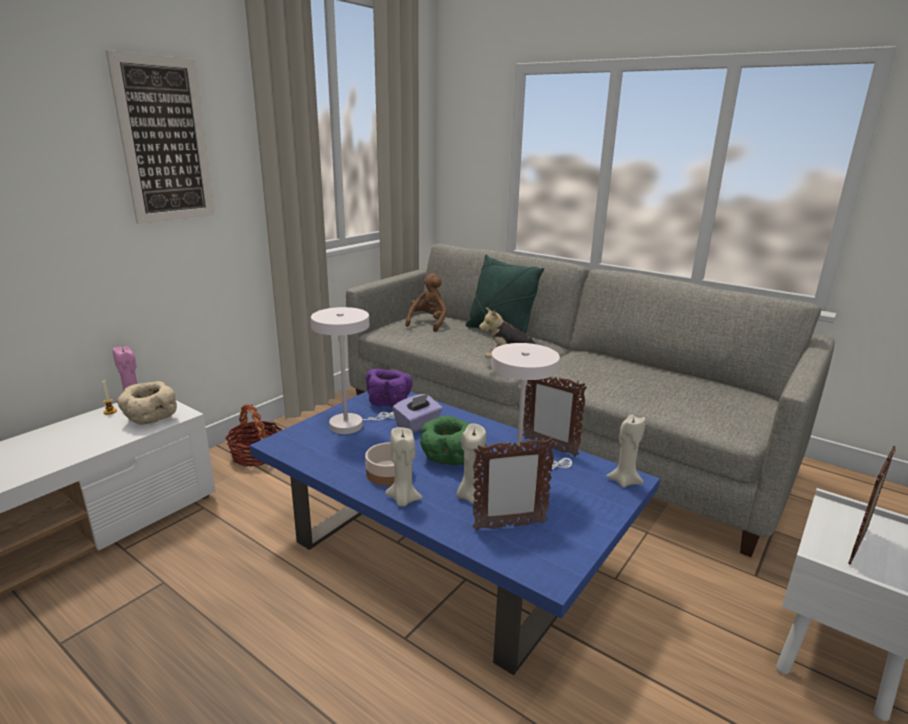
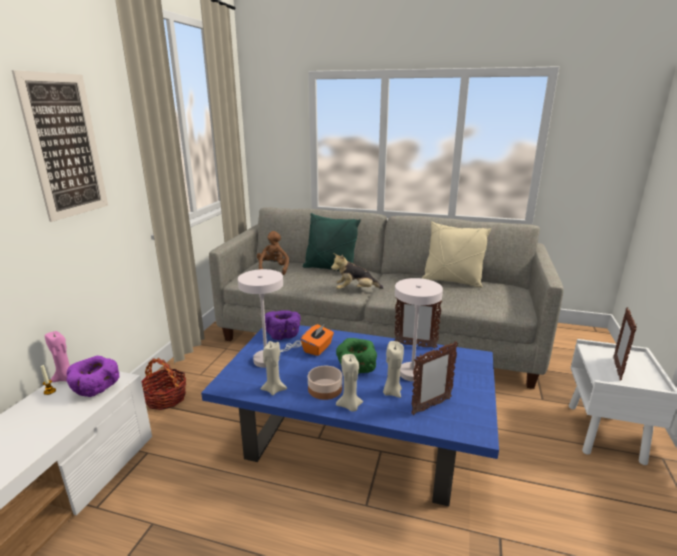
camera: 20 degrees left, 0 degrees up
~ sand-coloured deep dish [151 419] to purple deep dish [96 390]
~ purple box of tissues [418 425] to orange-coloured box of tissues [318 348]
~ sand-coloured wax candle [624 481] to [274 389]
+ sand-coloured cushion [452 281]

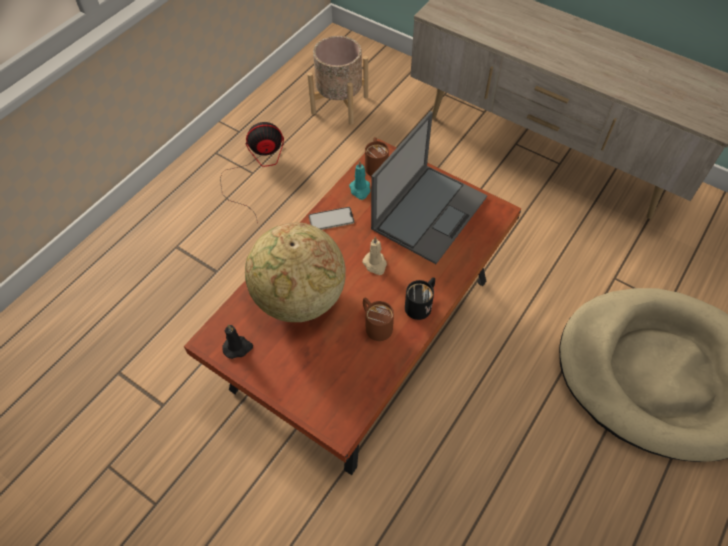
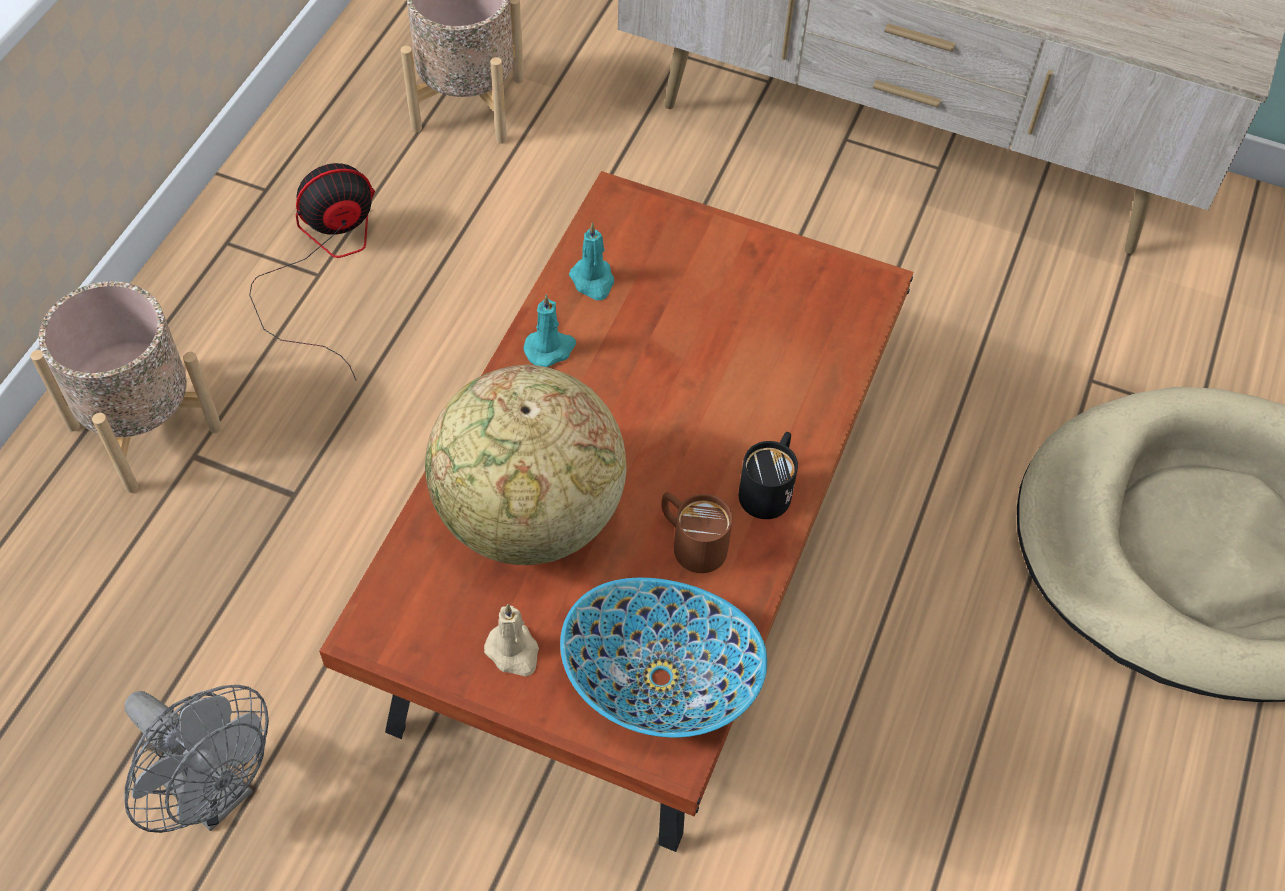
camera: 15 degrees left, 0 degrees up
- blackish wax candle [238 347]
~ handset [331 219] to turquoise wax candle [550 348]
~ sand-coloured wax candle [375 264] to [514 652]
- brownish mug [376 164]
- portable computer [429 212]
+ sand-coloured plant pot [143 428]
+ greyish fan [214 793]
+ deep dish [661 680]

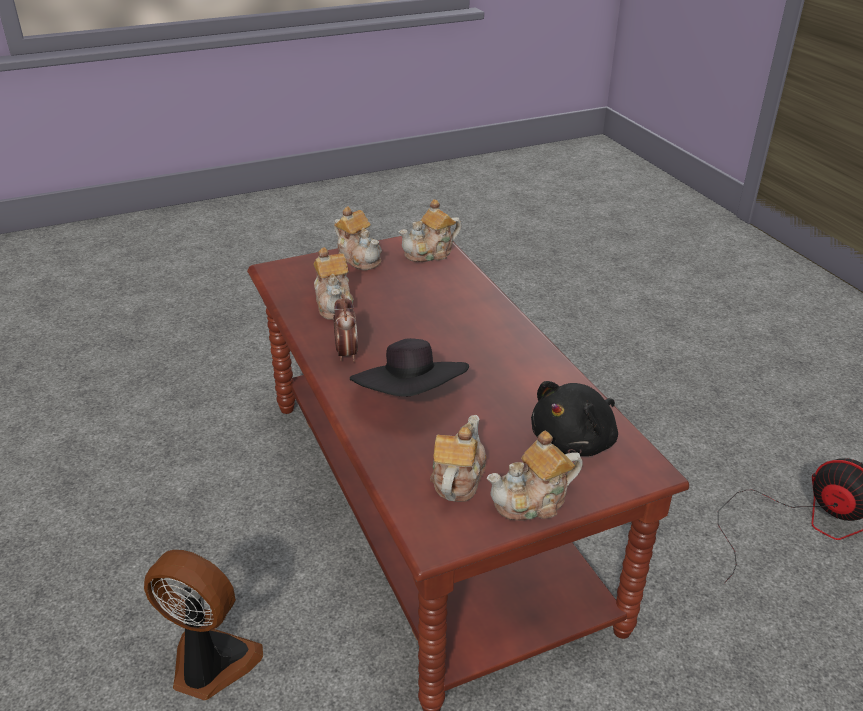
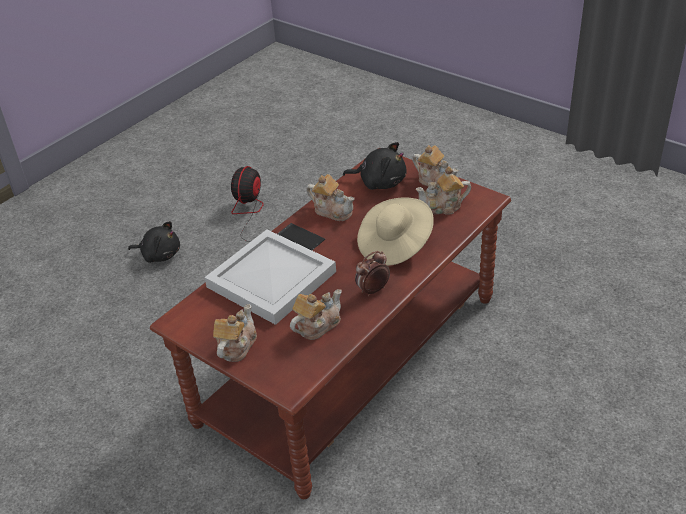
camera: 115 degrees left, 5 degrees up
- fan [210 665]
~ blackish hat [411 399] to sand-coloured hat [395 245]
~ pot for tea [430 253] to [332 210]
+ blackish soft toy [159 254]
+ white tray [271 278]
+ handset [301 237]

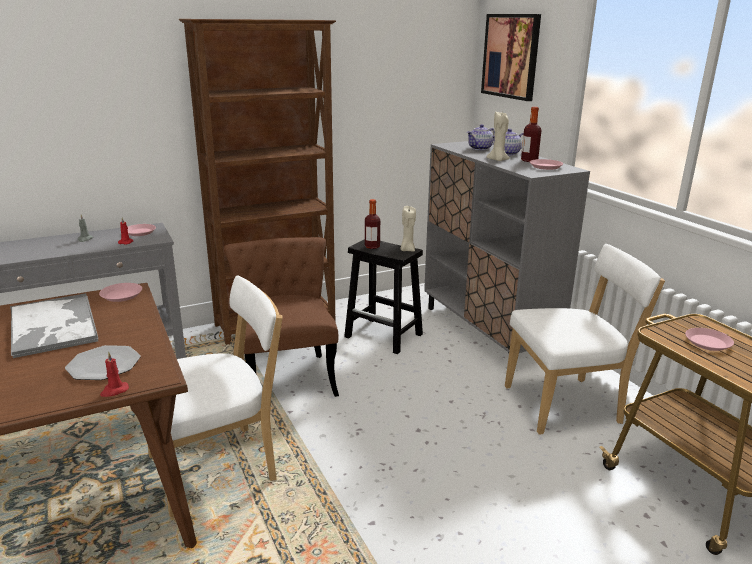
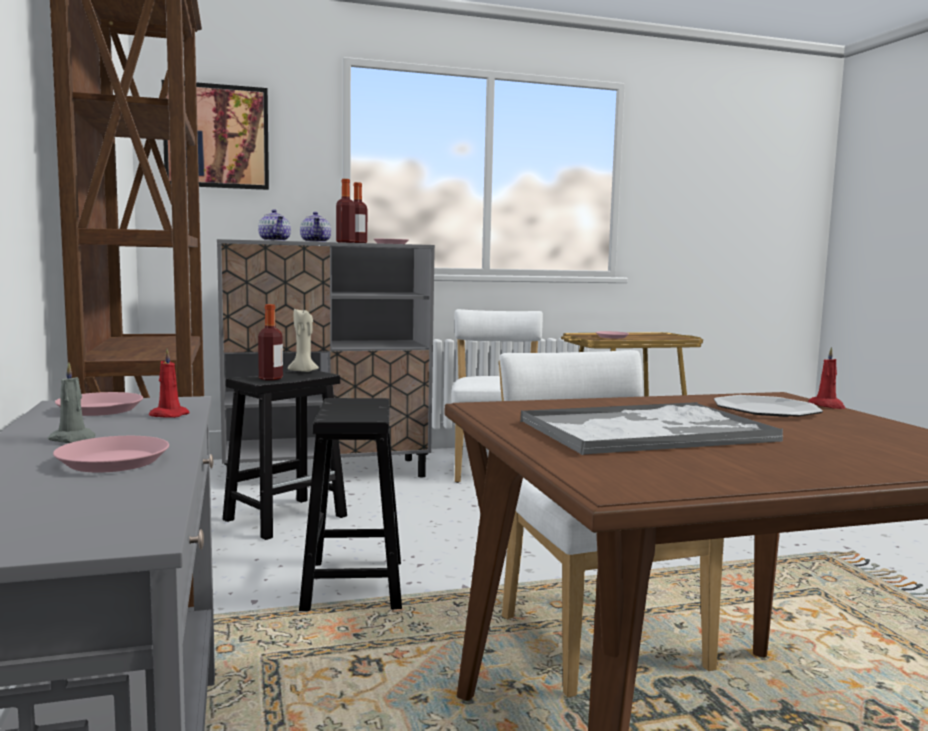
camera: 80 degrees left, 15 degrees down
~ pinkish dinner plate [122 295] to [112 461]
~ brownish plain chair [287 374] to blackish stool seat [353 583]
~ sand-coloured wax candle [498 160] to bottle [345 242]

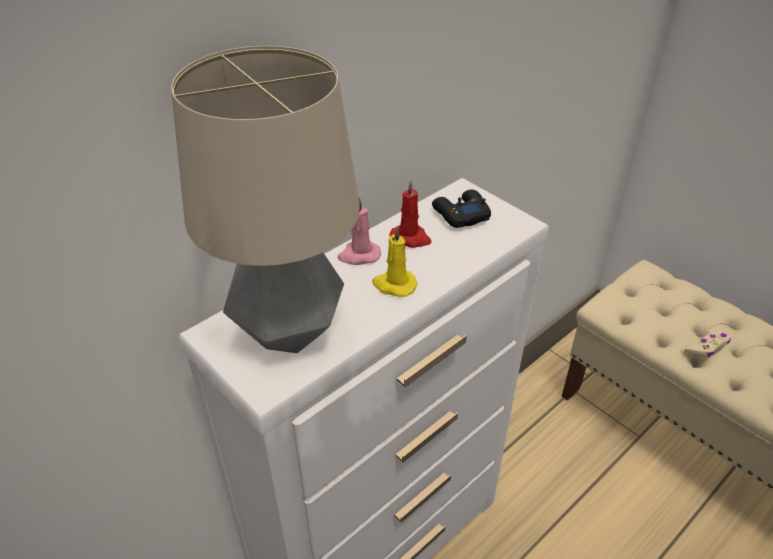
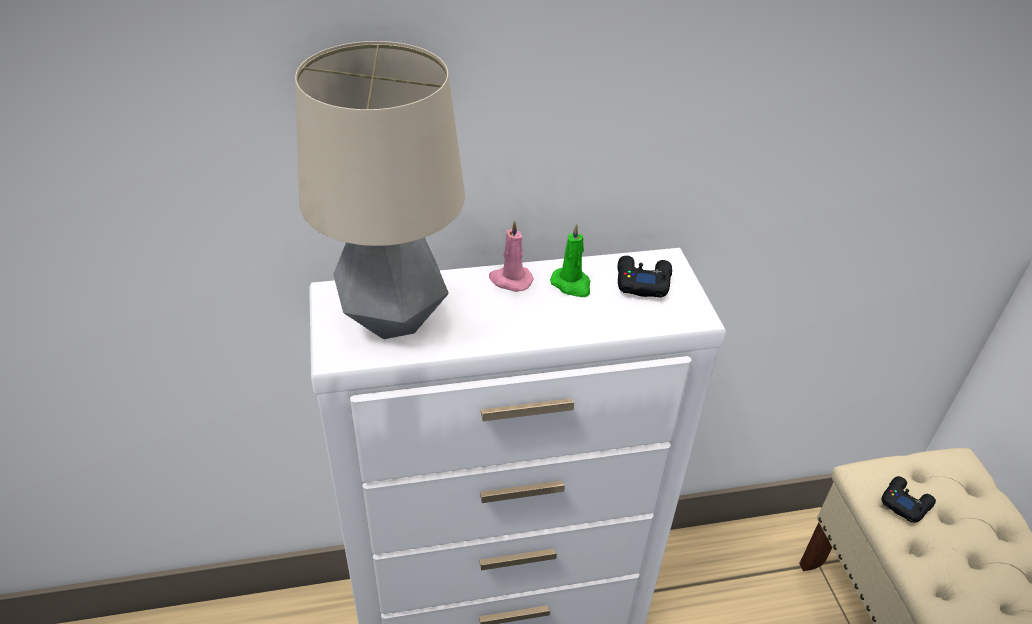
camera: 30 degrees right, 0 degrees up
- yellow wax candle [394 285]
~ red-coloured wax candle [411 238] to green-coloured wax candle [572 284]
- sand-coloured joypad [707 347]
+ blackish joypad [905 502]

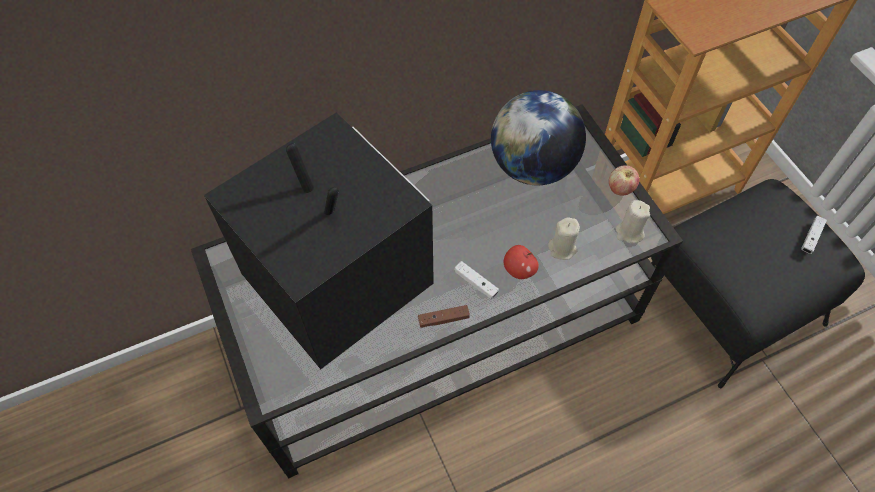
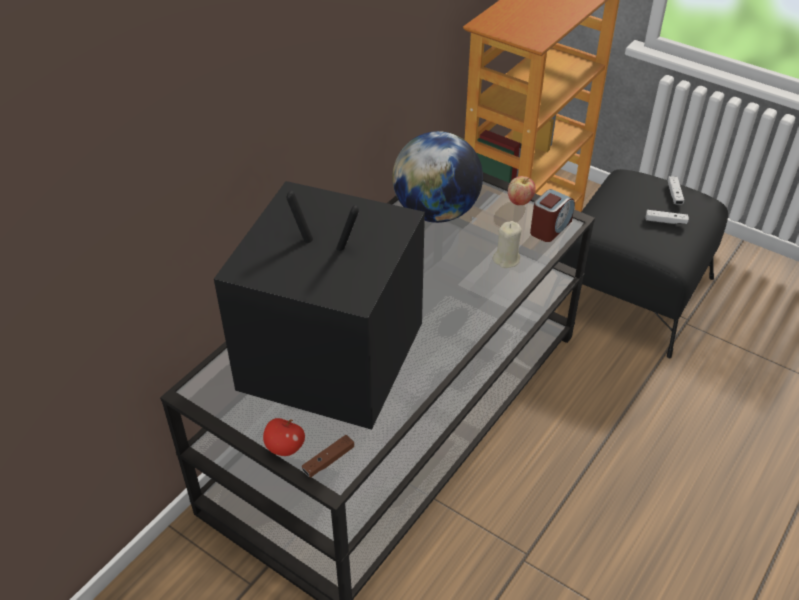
camera: 30 degrees left, 15 degrees down
~ brownish joypad [443 319] to [328 460]
~ white joypad [476 283] to [665 221]
~ apple fruit [519 270] to [285 448]
~ sand-coloured wax candle [629 232] to table clock [550 228]

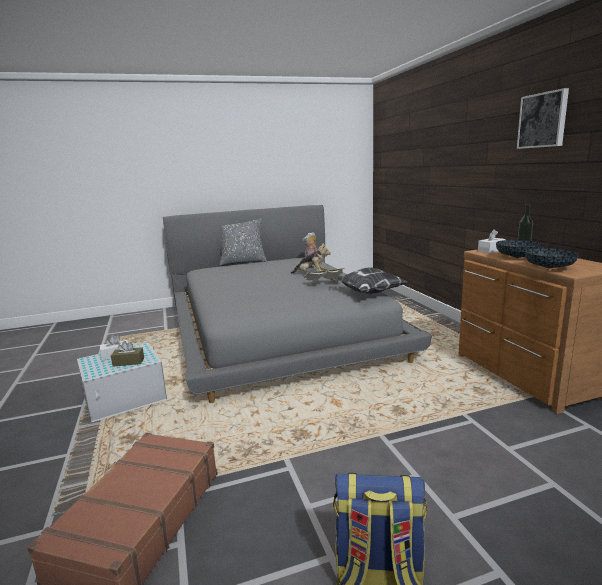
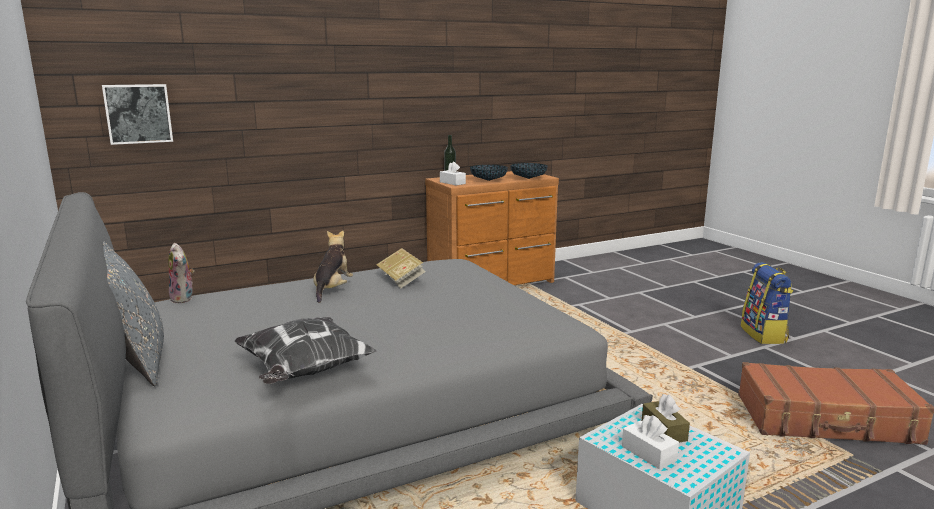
camera: 100 degrees left, 0 degrees up
~ cushion [367 293] to [304 372]
~ picture [543 120] to [138 113]

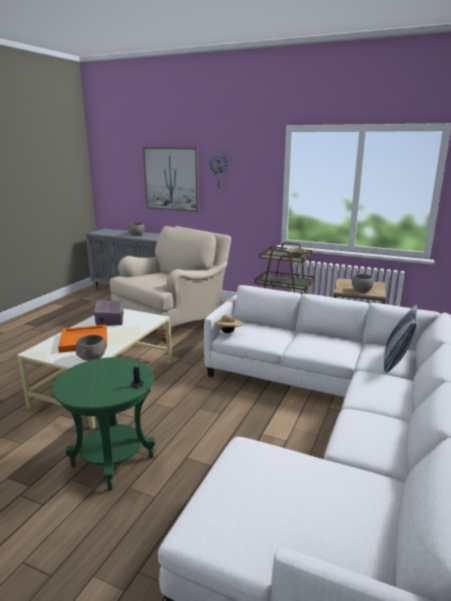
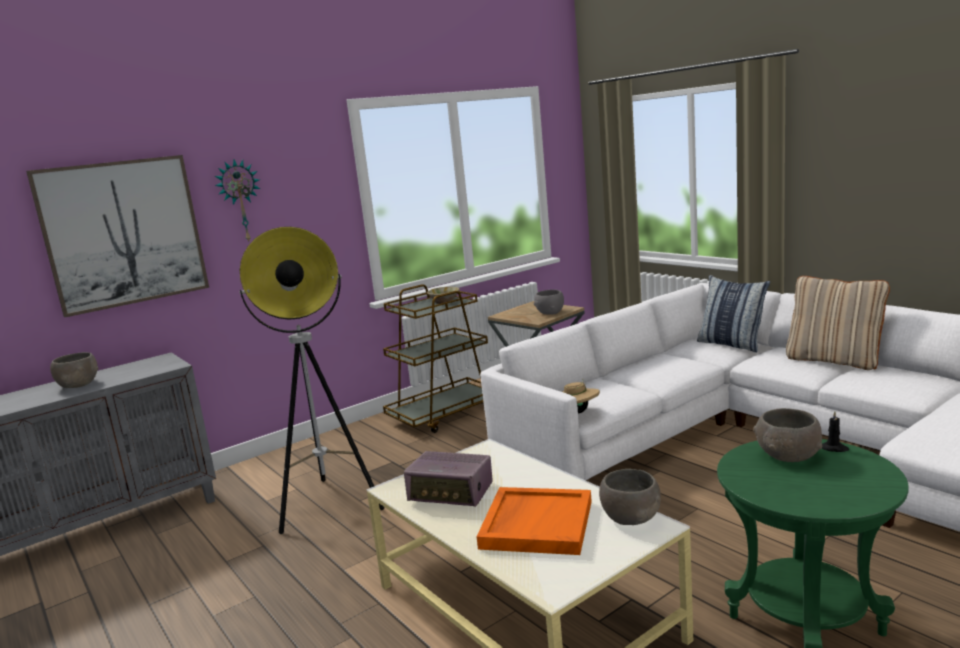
camera: 60 degrees left, 5 degrees down
~ sand-coloured lounge chair [173 322] to floor lamp [329 505]
+ greyish deep dish [788 456]
+ sand-coloured cushion [834 361]

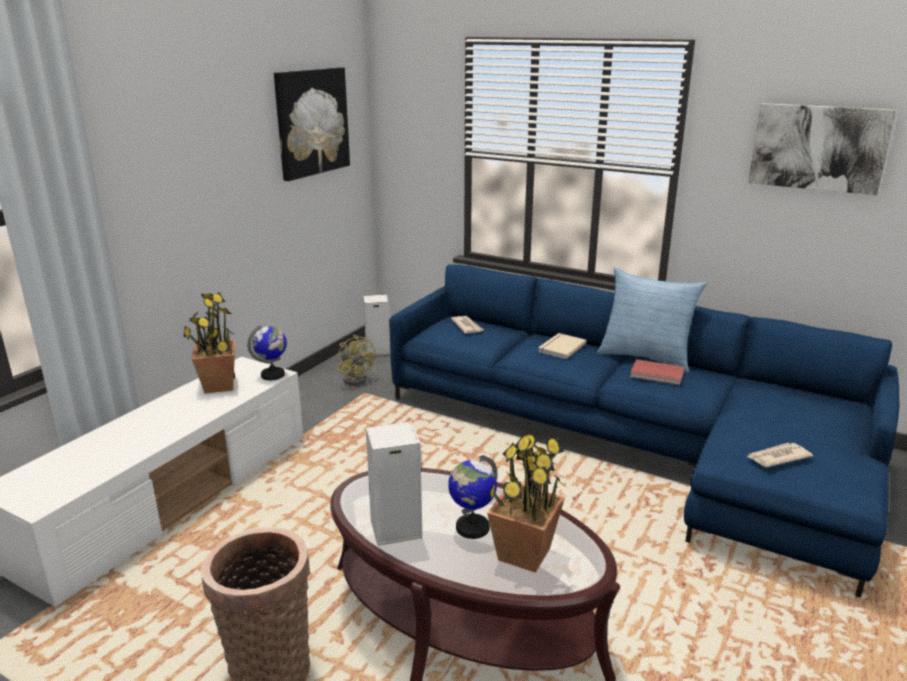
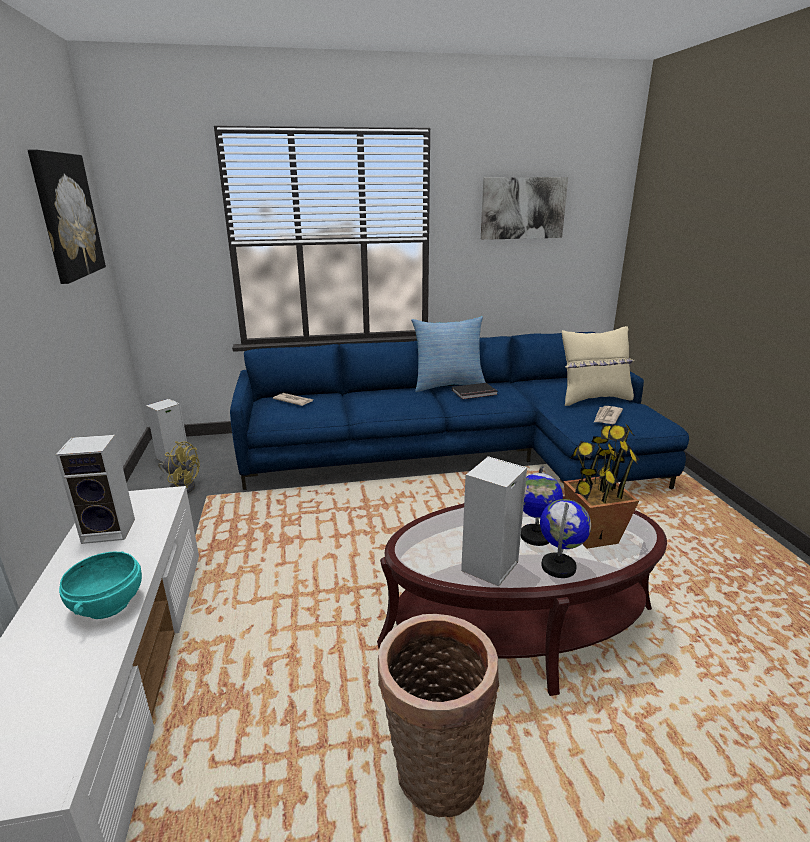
camera: 40 degrees left, 0 degrees up
~ potted plant [219 386] to speaker [111 530]
~ globe [273 375] to [559 567]
- sand-coloured book [560 347]
~ red-coloured book [657 375] to blackish book [475 393]
+ turquoise deep dish [109 604]
+ sand-coloured cushion [593 399]

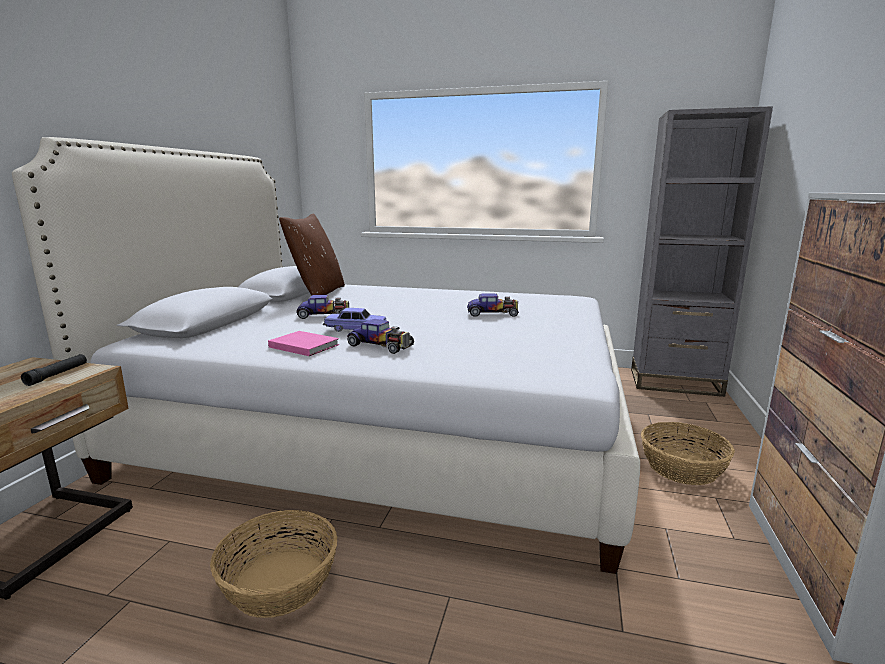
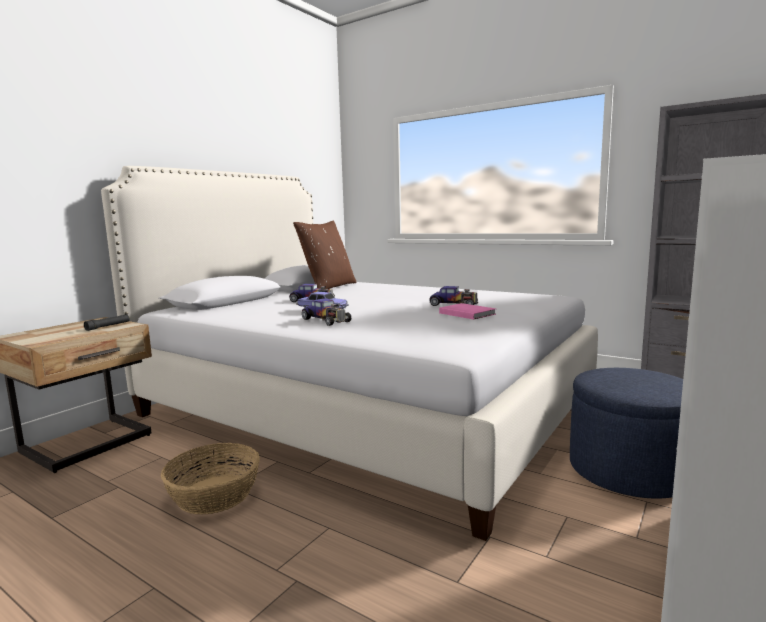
camera: 20 degrees right, 5 degrees down
~ pinkish book [303 345] to [466 313]
~ basket [681 467] to blue-coloured footrest [629 471]

